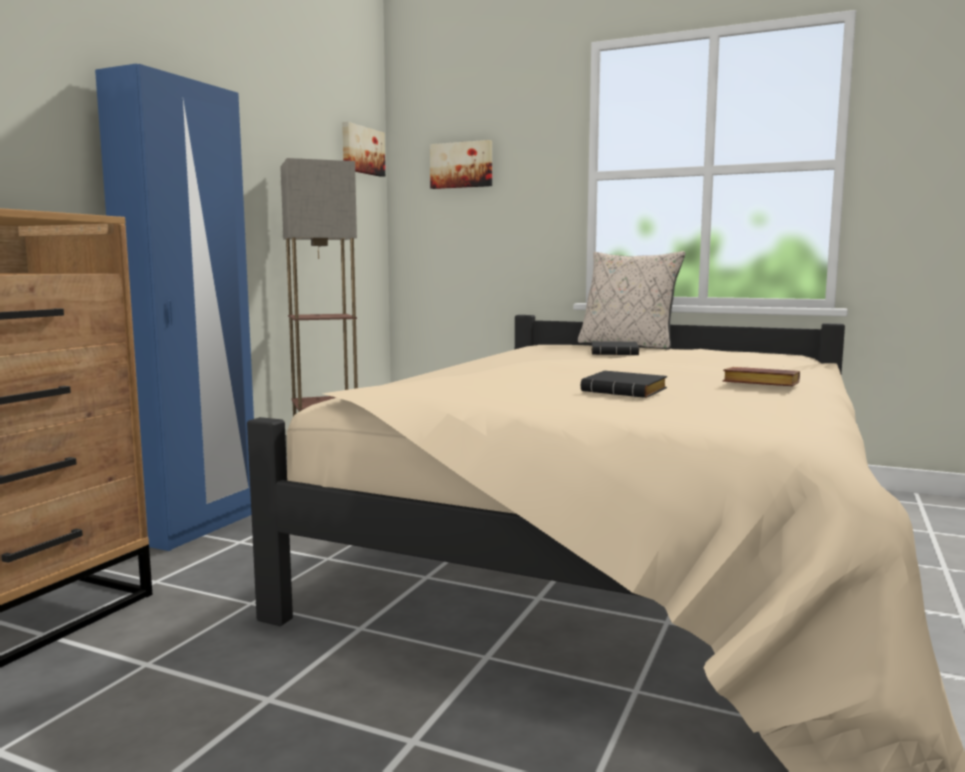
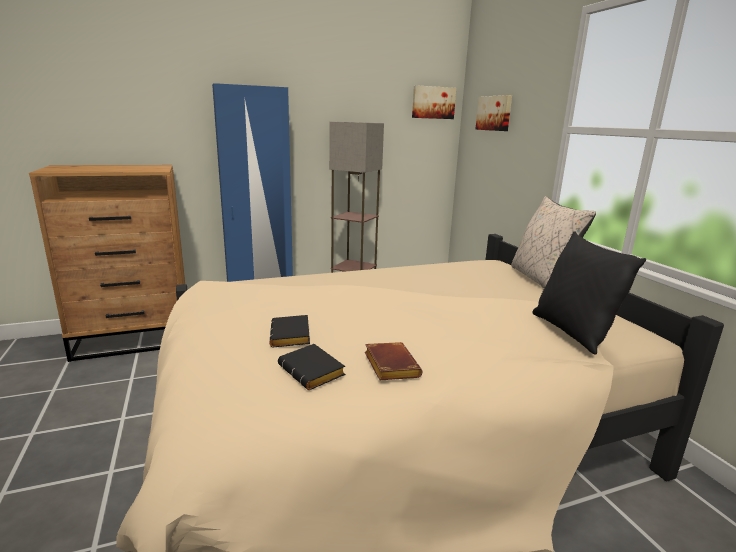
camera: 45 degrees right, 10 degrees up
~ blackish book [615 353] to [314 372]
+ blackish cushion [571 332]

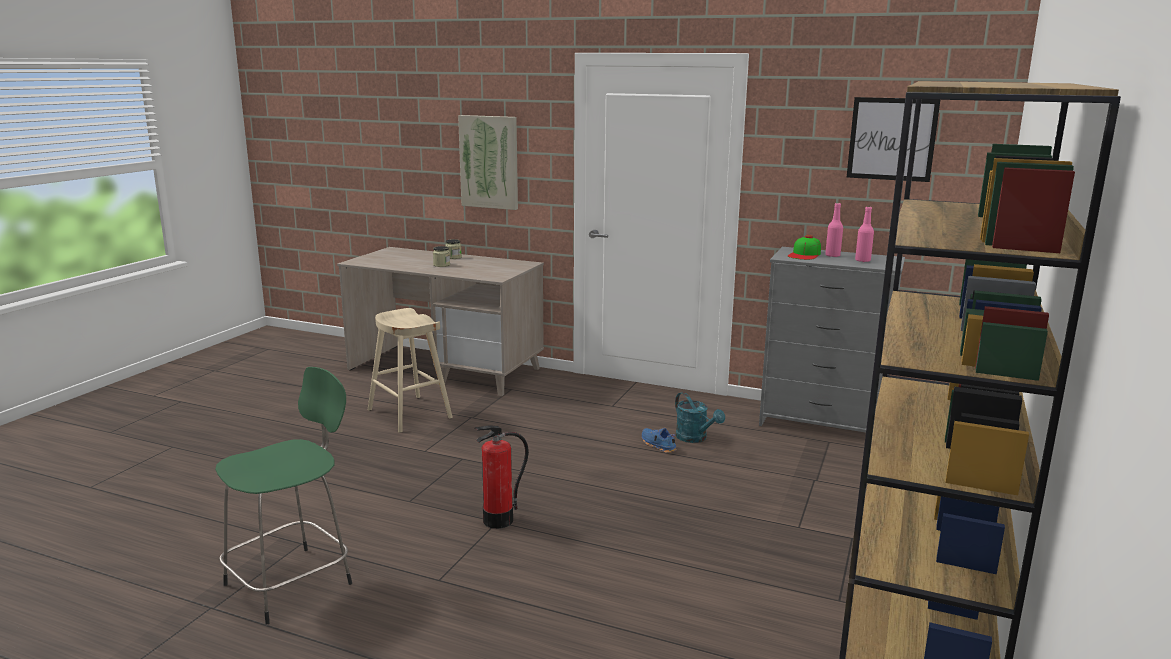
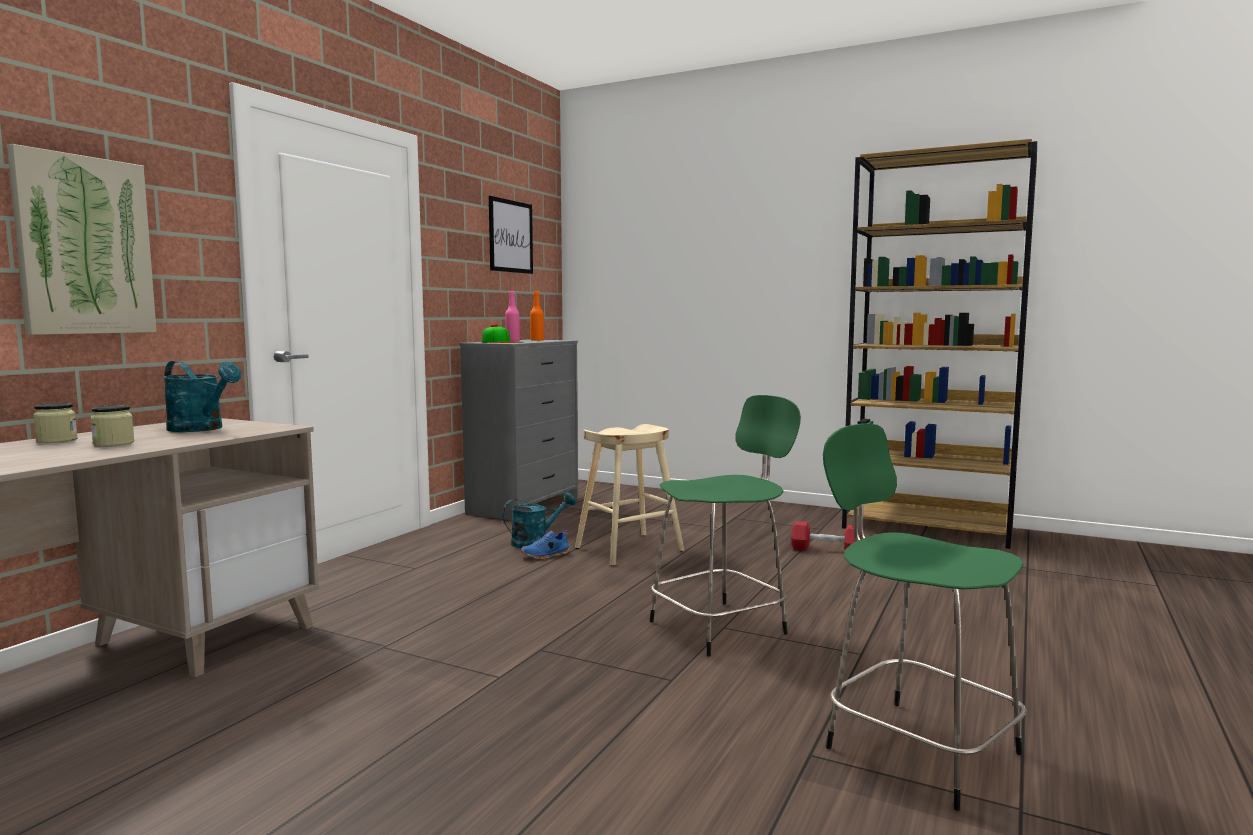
camera: 85 degrees left, 10 degrees down
~ sand-coloured stool seat [410 414] to [629 549]
~ fire-fighting cylinder [498 520] to green-coloured stool seat [721 626]
~ pinkish bottle [862 260] to orange-coloured bottle [537 340]
+ turquoise sprinkling can [201 429]
+ red-coloured free weight [826 550]

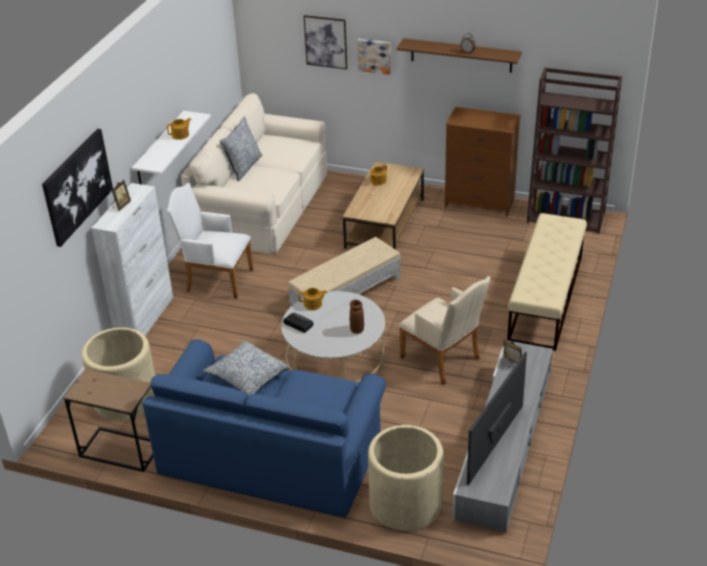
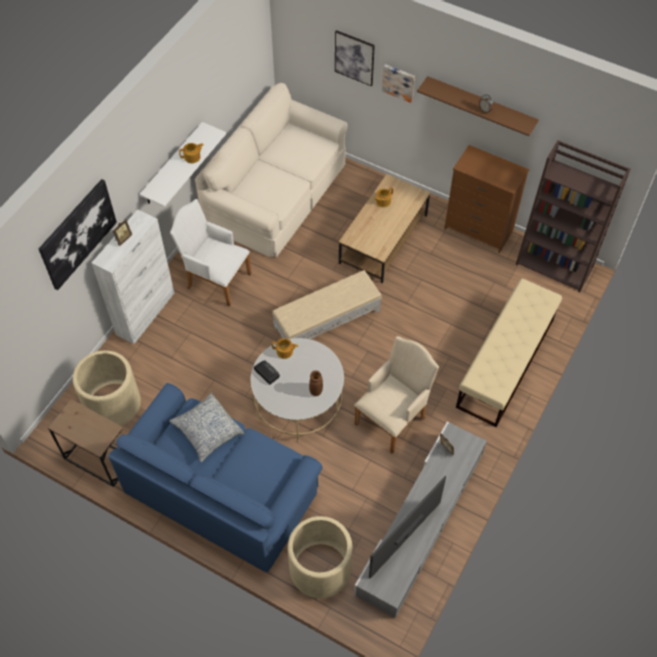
camera: 10 degrees right, 20 degrees up
- cushion [244 167]
~ sand-coloured lounge chair [443 360] = [393 418] 105 degrees counterclockwise

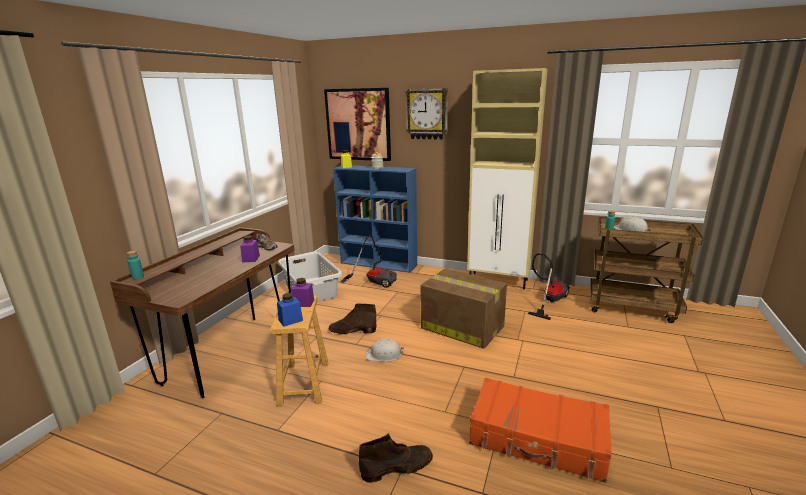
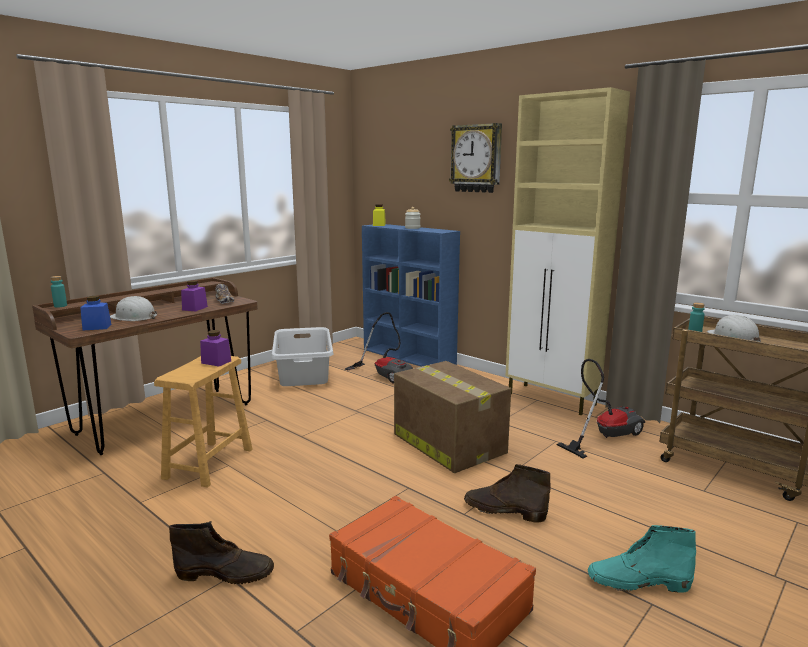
camera: 20 degrees right, 5 degrees down
~ blue-coloured preserve jar [290 320] to [97 327]
- picture [358 124]
~ brownish high-top boot [352 331] to [503 510]
~ white work helmet [384 355] to [134 317]
+ turquoise high-top boot [637 582]

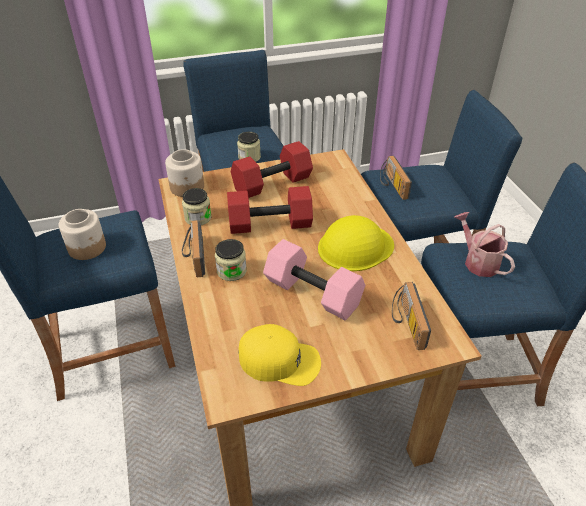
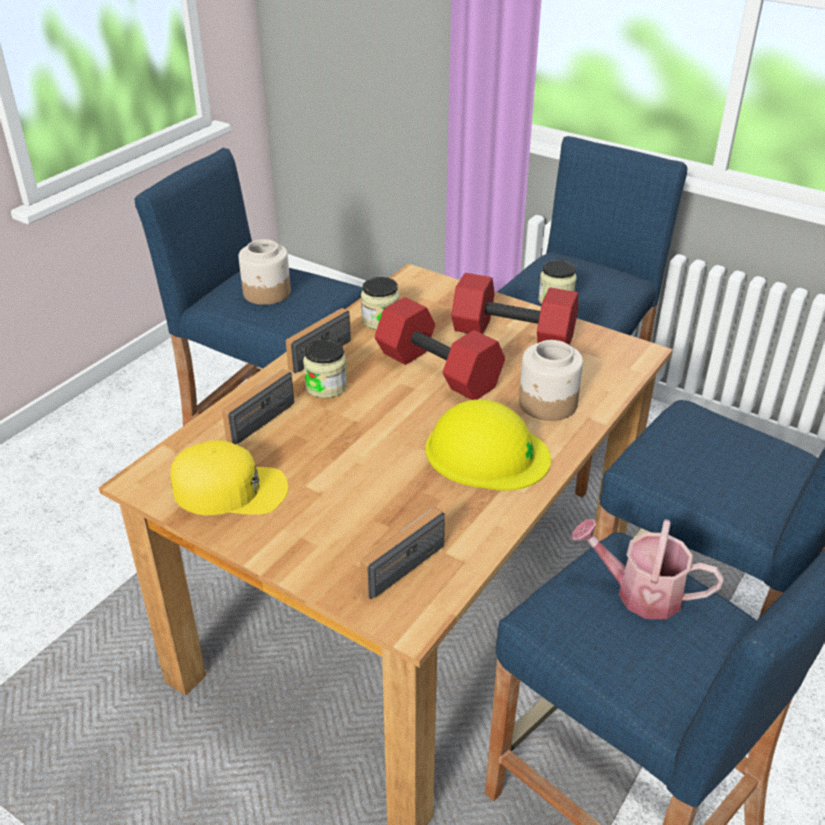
camera: 50 degrees right, 5 degrees down
~ preserve jar [187 187] to [548 404]
~ yellow cap [279 360] = [230 489] 60 degrees counterclockwise
- pinkish free weight [314 293]
~ radio [391 185] to [257 417]
~ sprinkling can [478 261] = [639 592] 90 degrees counterclockwise

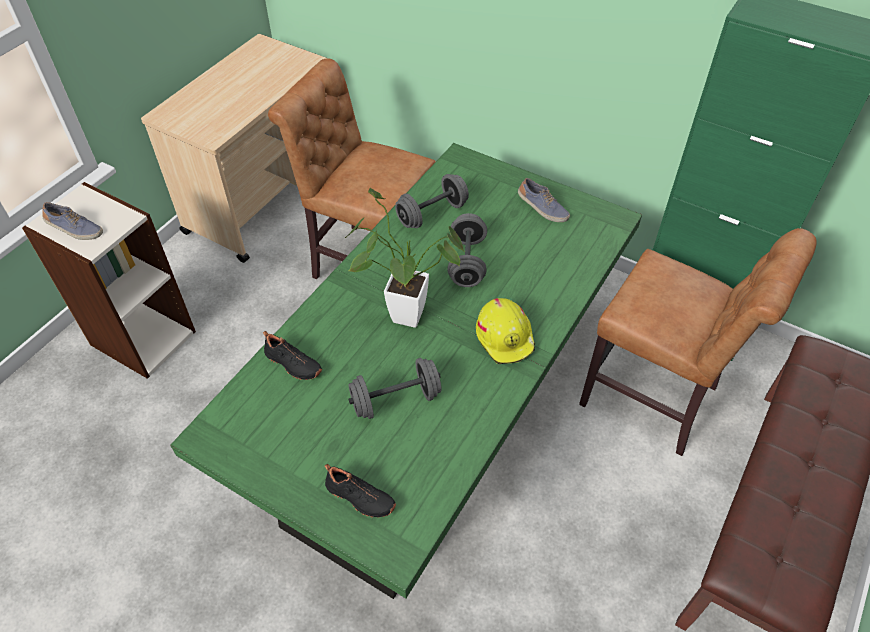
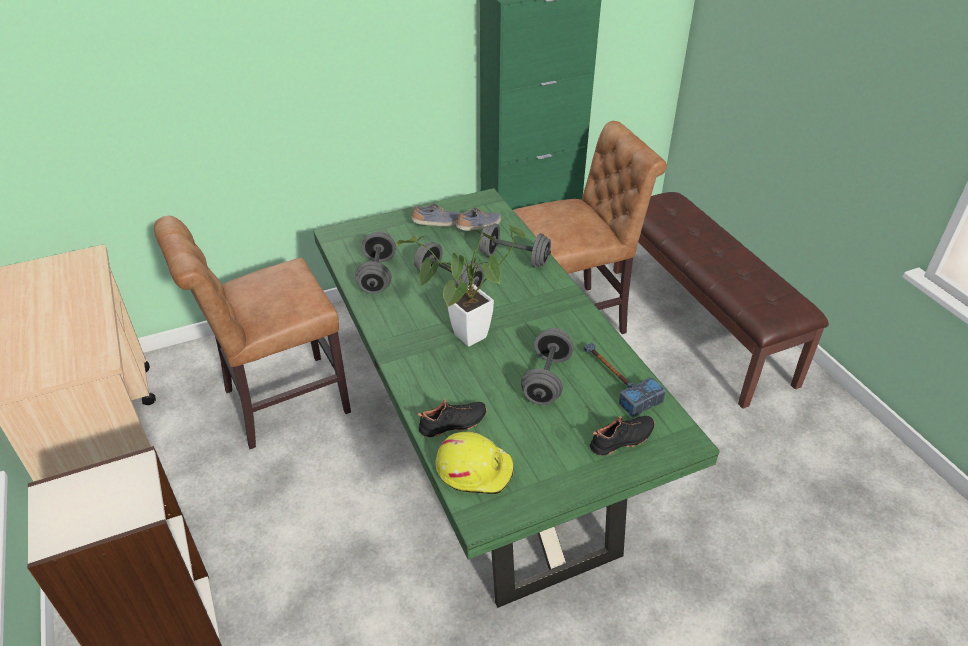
camera: 55 degrees left, 10 degrees down
~ low shoe [74 230] to [479 227]
~ yellow work helmet [505 337] to [474 469]
+ greyish free weight [514 259]
+ hand hammer [616 380]

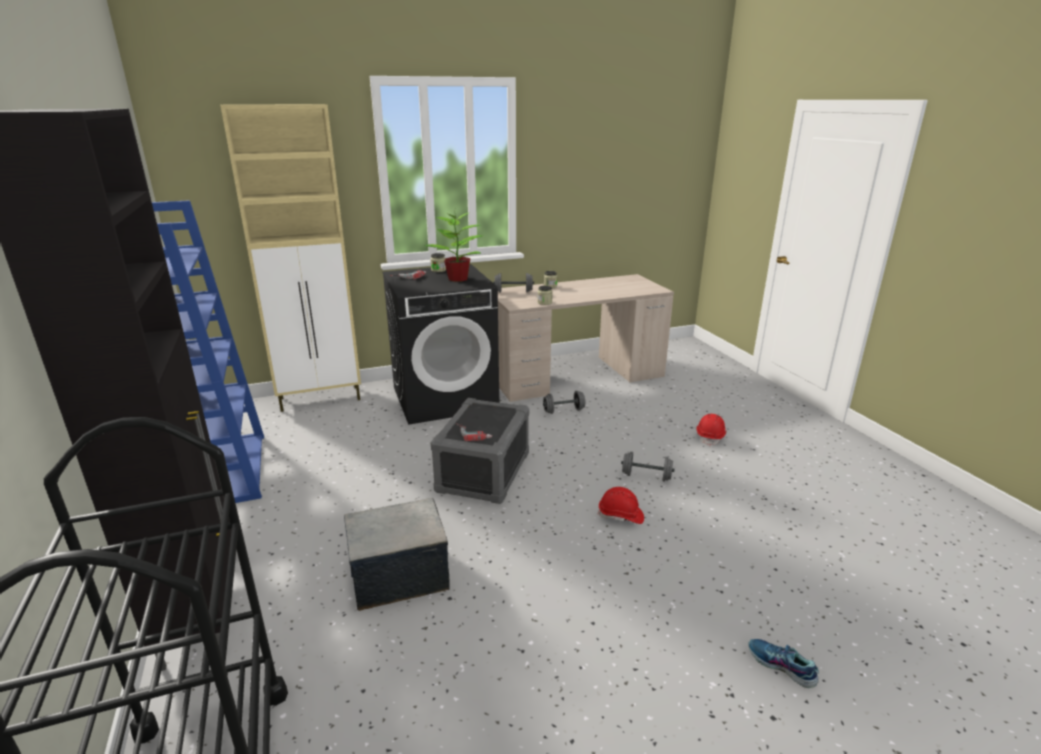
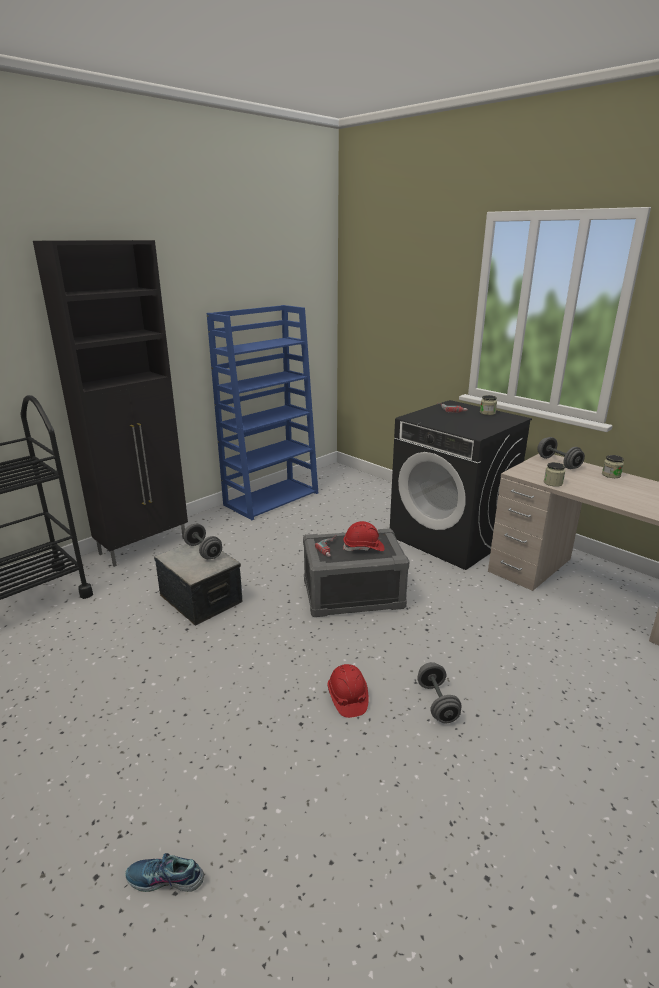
camera: 65 degrees right, 0 degrees up
- sand-coloured storage cabinet [321 399]
- potted plant [458 279]
~ greyish free weight [563 411] to [203 551]
~ red-coloured work helmet [710 436] to [363 548]
~ low shoe [781 666] = [165 880] 105 degrees counterclockwise

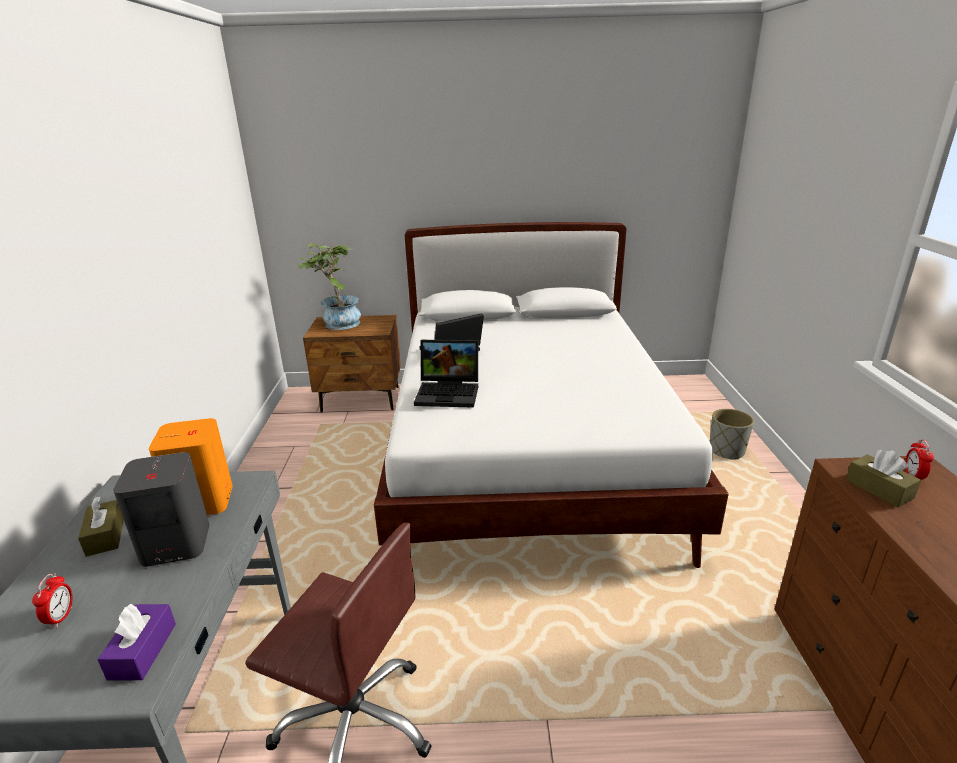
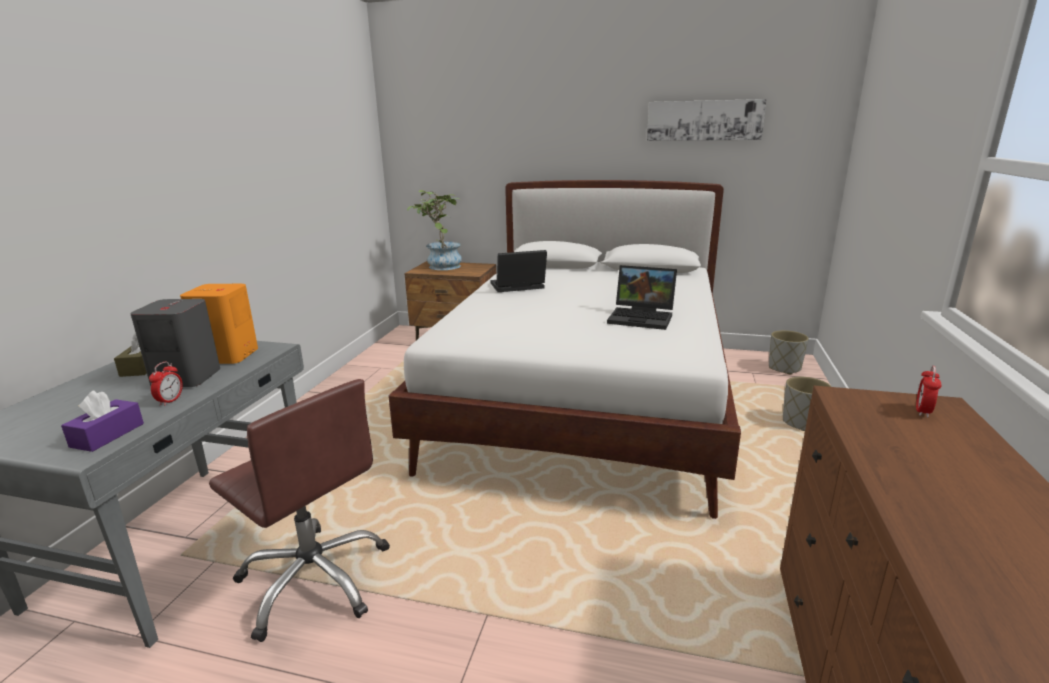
camera: 15 degrees right, 5 degrees down
~ table clock [61 617] to [170 401]
~ portable computer [450 393] to [643 317]
- brownish box of tissues [879 489]
+ picture [704 120]
+ greyish plant pot [784 368]

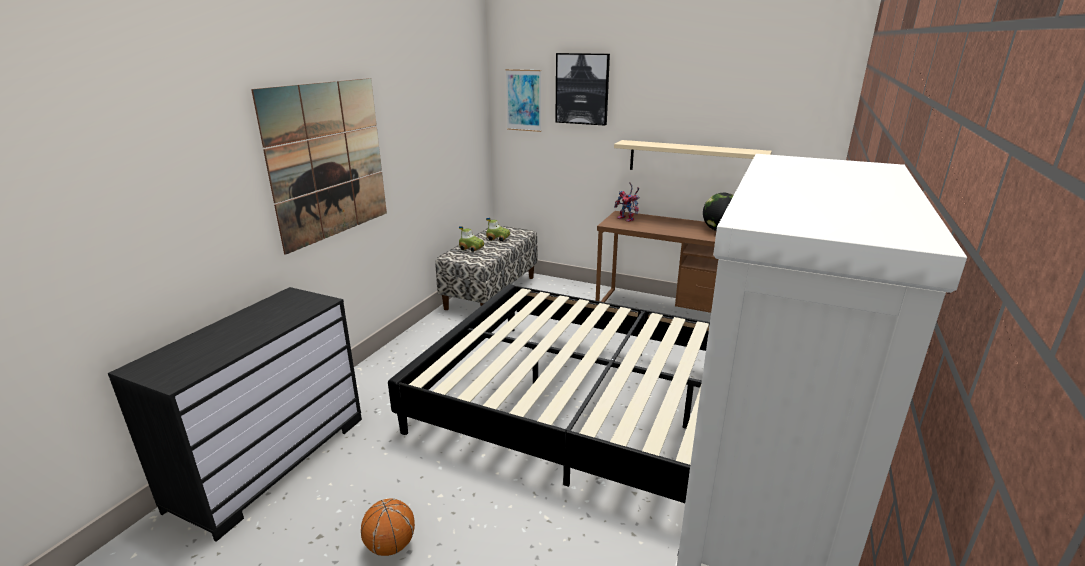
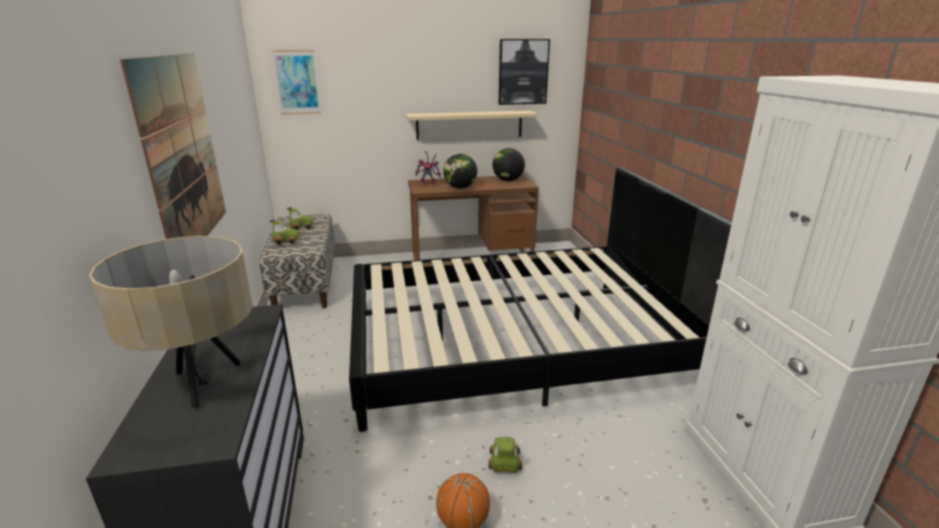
camera: 35 degrees left, 0 degrees up
~ picture [582 89] to [523 72]
+ sand-coloured table lamp [202 386]
+ globe [460 187]
+ toy car [504 462]

